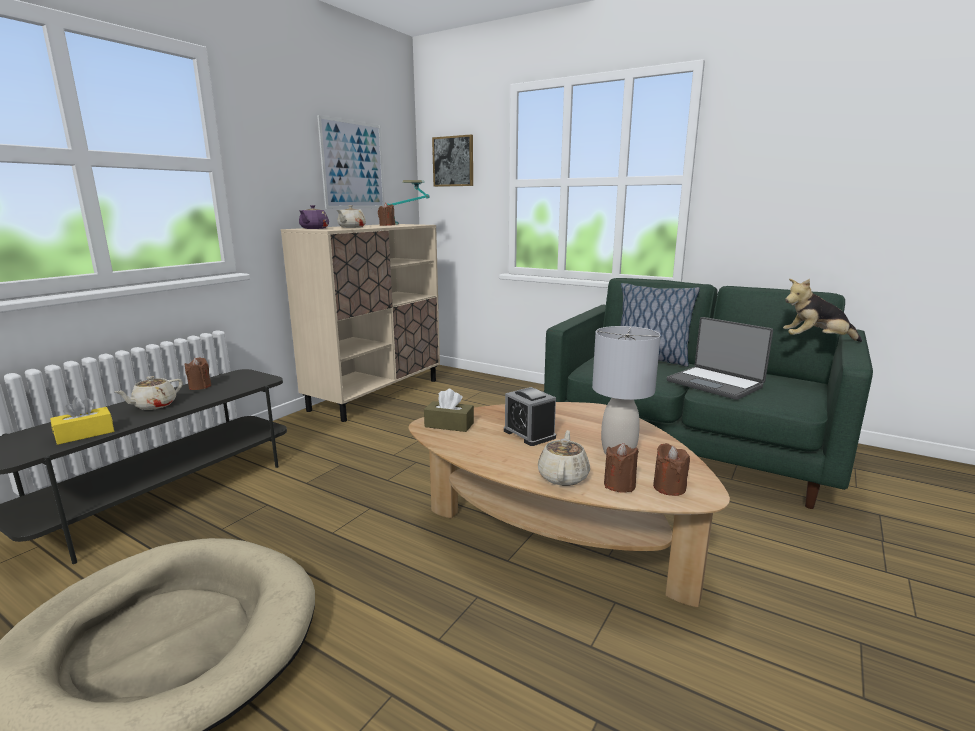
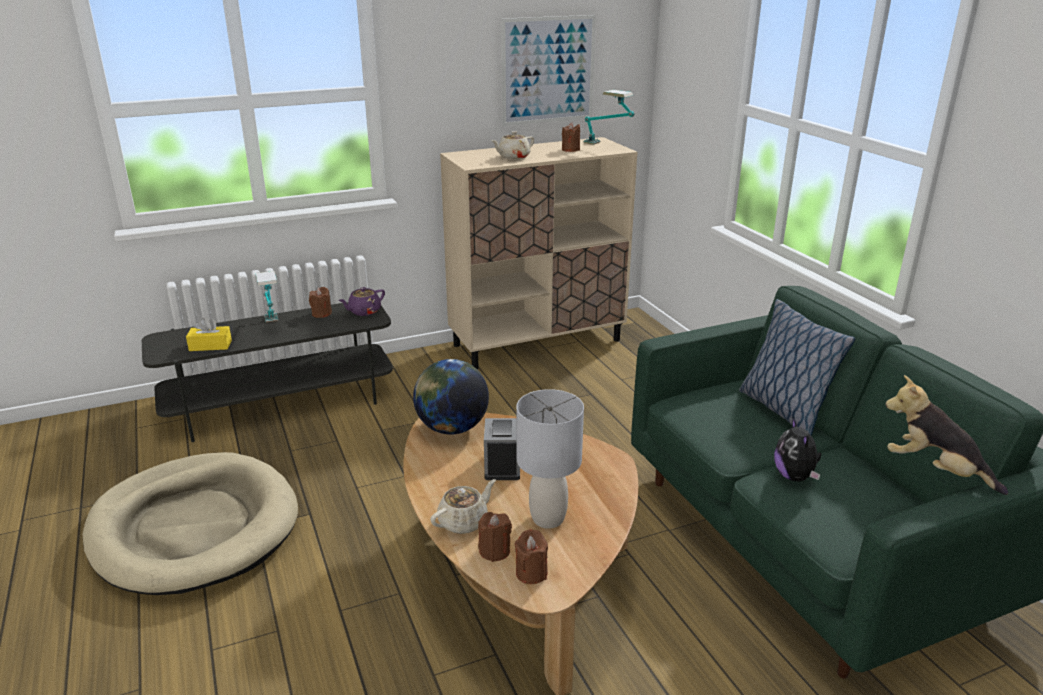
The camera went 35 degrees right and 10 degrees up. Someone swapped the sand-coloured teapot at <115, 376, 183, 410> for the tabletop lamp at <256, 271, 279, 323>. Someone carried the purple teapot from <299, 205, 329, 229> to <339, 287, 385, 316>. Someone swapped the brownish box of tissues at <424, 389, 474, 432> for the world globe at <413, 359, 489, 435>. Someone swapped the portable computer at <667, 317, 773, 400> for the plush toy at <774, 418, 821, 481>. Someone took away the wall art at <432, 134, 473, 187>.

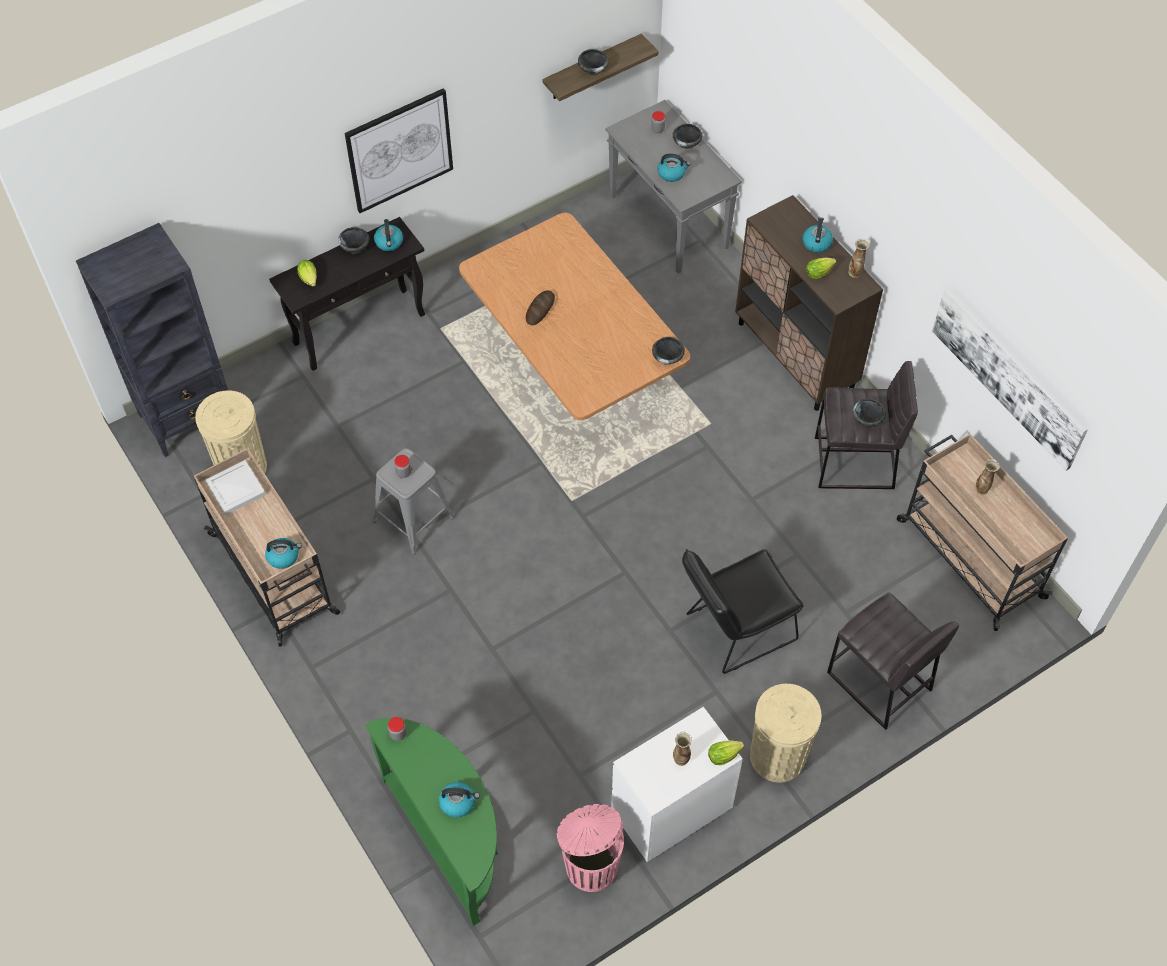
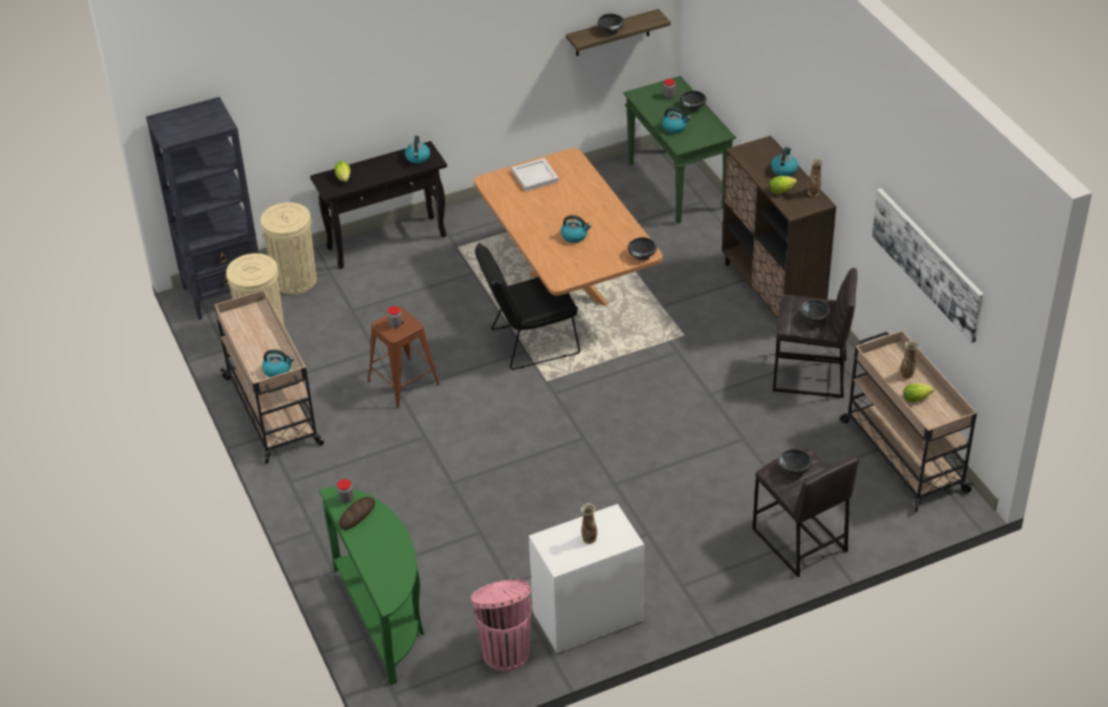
The camera went 10 degrees right and 15 degrees down. Someone carried the sand-coloured waste bin from <750, 684, 822, 783> to <261, 202, 317, 294>. Someone carried the baked bread from <526, 290, 555, 325> to <339, 497, 375, 530>. Someone repainted the gray stool seat at <373, 448, 454, 555>, which became the brownish stool seat at <368, 308, 440, 408>. Someone carried the blackish plain chair from <682, 549, 804, 674> to <475, 243, 580, 370>. Someone carried the white-coloured tray from <205, 460, 266, 515> to <511, 158, 559, 191>. Someone carried the tea kettle from <439, 782, 480, 818> to <561, 215, 591, 243>. Someone repainted the gray console table at <605, 100, 742, 274>, which became the green-coloured console table at <623, 76, 736, 224>. Someone carried the blackish serving bowl from <338, 227, 369, 254> to <779, 449, 812, 476>. Someone carried the head of lettuce from <708, 740, 744, 765> to <903, 384, 934, 403>. Someone took away the wall art at <344, 88, 453, 213>.

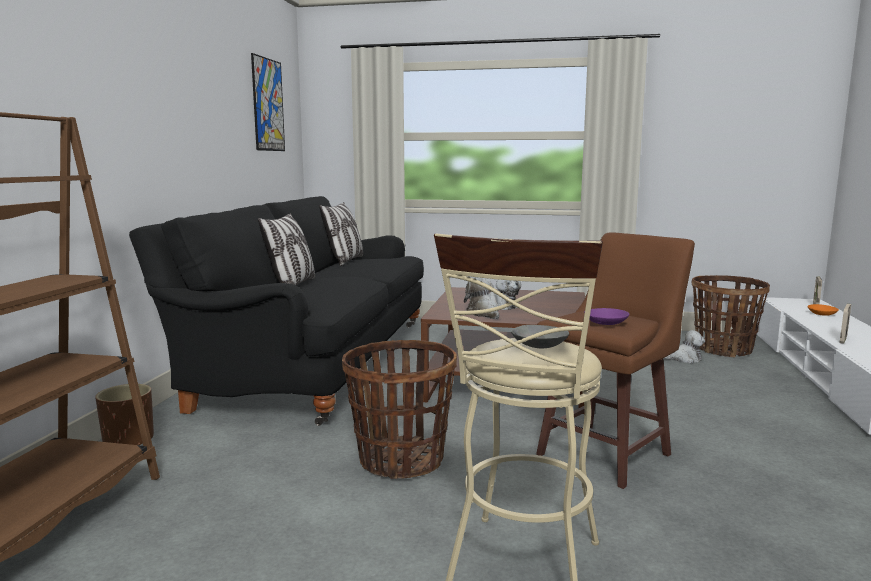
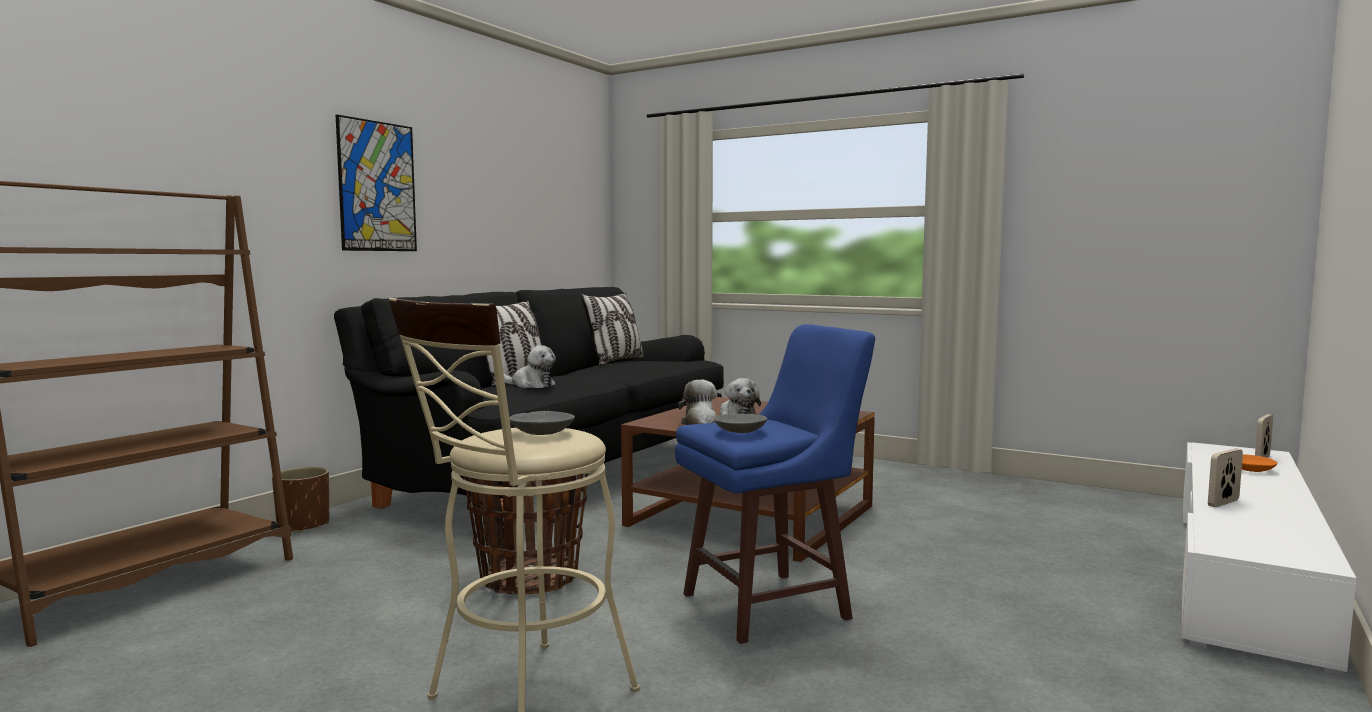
The camera went 20 degrees right and 5 degrees down. Someone carried the wall art from <251, 53, 285, 151> to <336, 115, 417, 251>. Someone carried the plush toy from <663, 330, 705, 363> to <504, 345, 556, 388>. Someone repainted the brownish stool seat at <536, 232, 695, 489>, which became the blue-coloured stool seat at <675, 324, 875, 644>. Someone repainted the purple serving bowl at <584, 308, 629, 325>, which became the gray serving bowl at <714, 414, 767, 433>. Someone took away the household basket at <692, 275, 770, 357>.

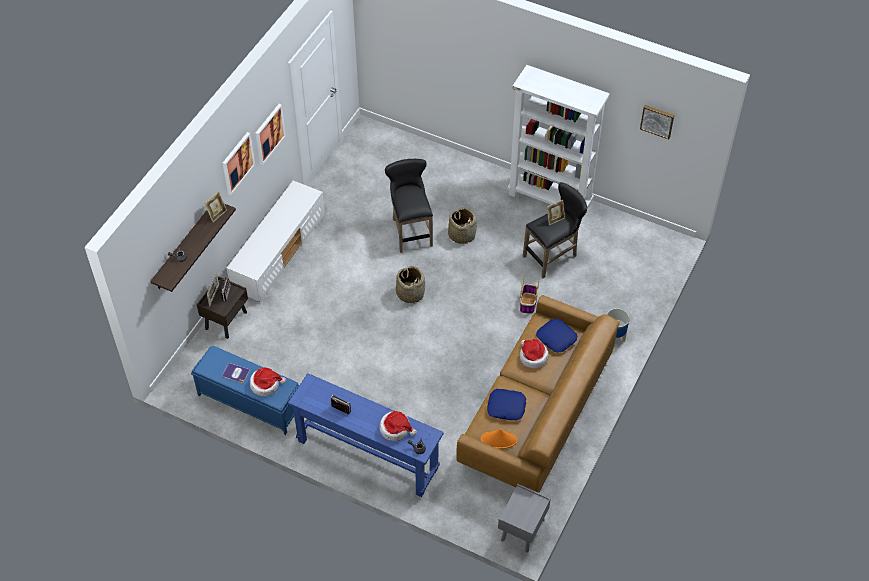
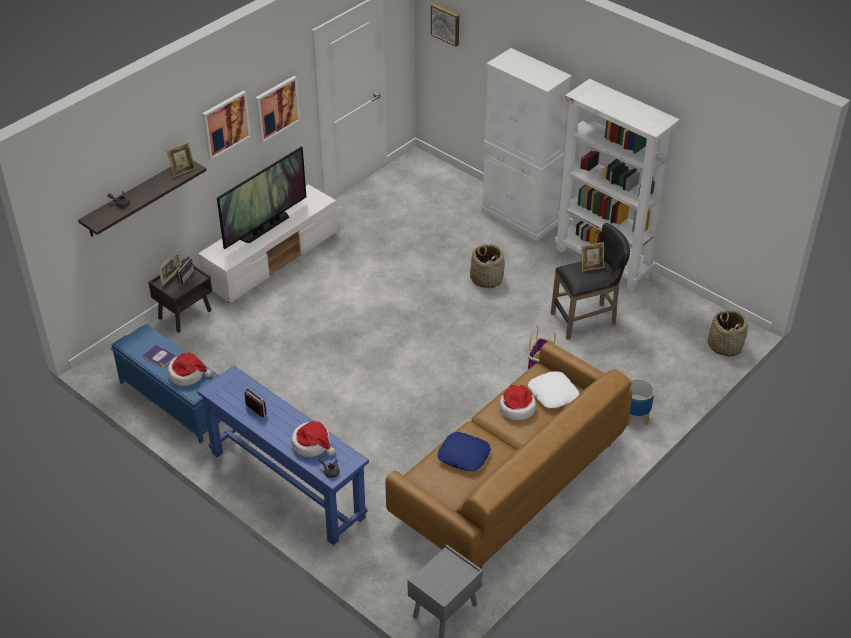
The camera went 15 degrees right and 10 degrees down. Someone put down the television at <217, 146, 306, 249>. Someone carried the wall art from <640, 105, 674, 139> to <431, 3, 459, 47>. Someone put down the white-coloured cupboard at <481, 48, 572, 241>. Someone repainted the blue-coloured pillow at <536, 319, 577, 353>, which became the white-coloured pillow at <528, 371, 579, 408>. Someone carried the household basket from <396, 266, 425, 304> to <708, 310, 748, 357>. Someone took away the blackish stool seat at <385, 159, 433, 253>. Someone took away the orange wearable hat at <481, 429, 517, 449>.

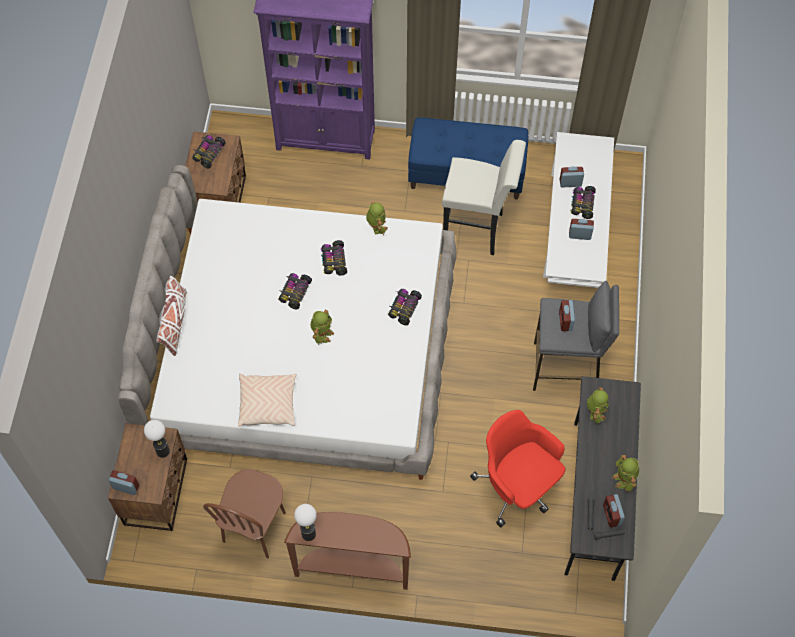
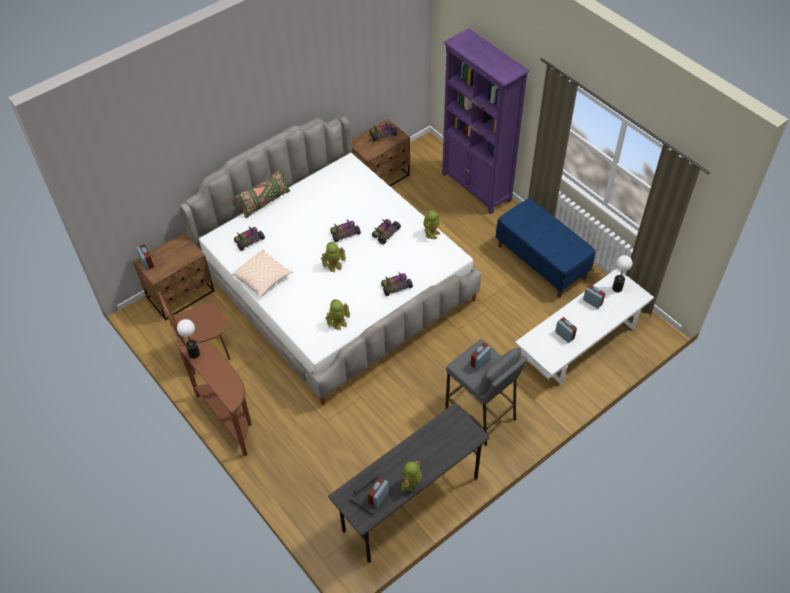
The camera went 45 degrees right and 10 degrees down. Someone carried the toy car from <571, 186, 596, 219> to <234, 227, 265, 251>. Someone repainted the white-coloured pillow at <156, 275, 187, 356>, which became the green-coloured pillow at <235, 170, 290, 218>. Someone carried the model robot from <587, 387, 609, 424> to <325, 299, 350, 331>. Someone carried the tabletop lamp from <144, 420, 170, 458> to <612, 255, 632, 292>. Someone took away the white-coloured stool seat at <442, 140, 526, 255>. Someone took away the red-coloured computer chair at <470, 410, 566, 527>.

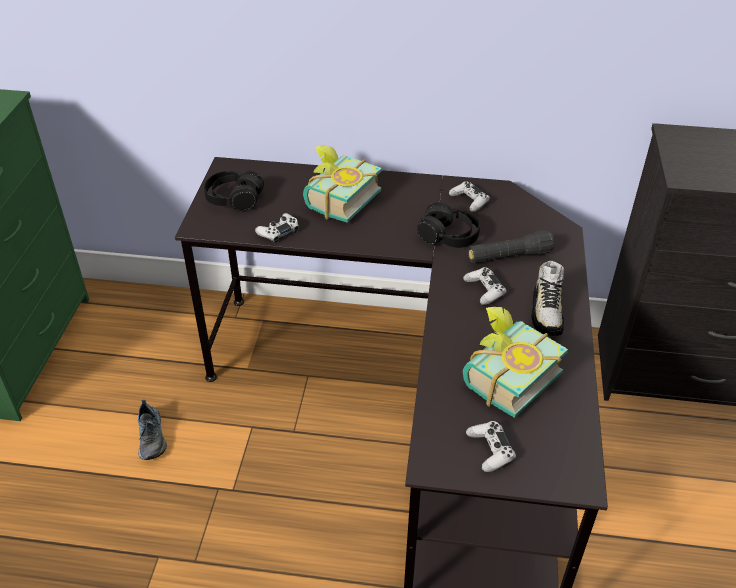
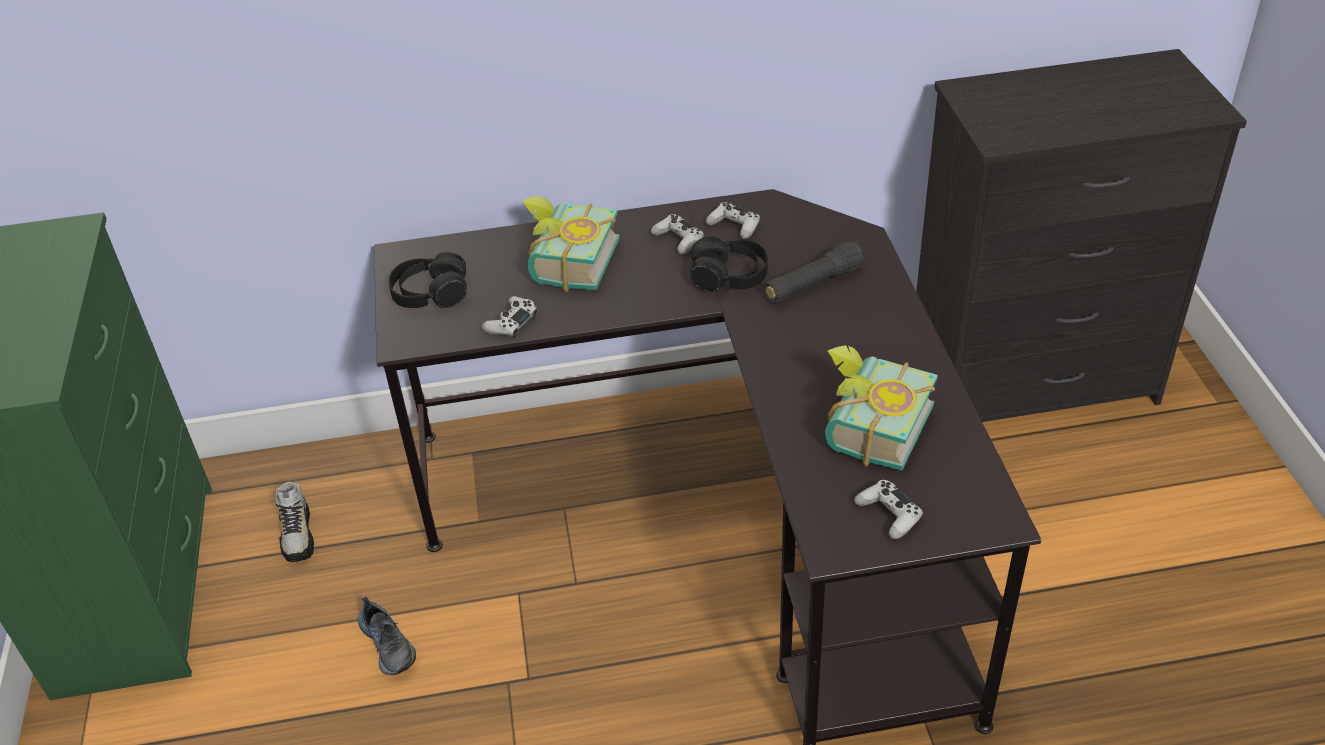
The camera went 15 degrees left and 0 degrees up. Someone carried the item of footwear from <532, 261, 564, 336> to <275, 482, 314, 562>. Someone carried the white-coloured gamepad from <463, 267, 506, 305> to <651, 214, 704, 254>.

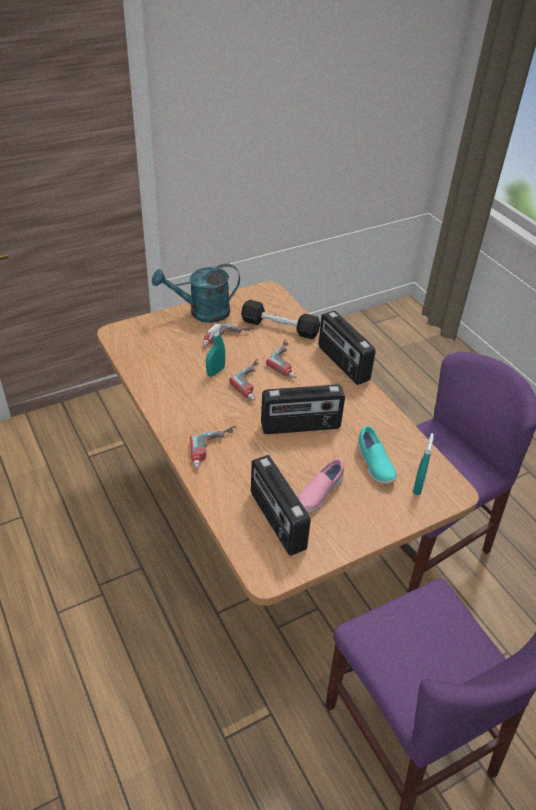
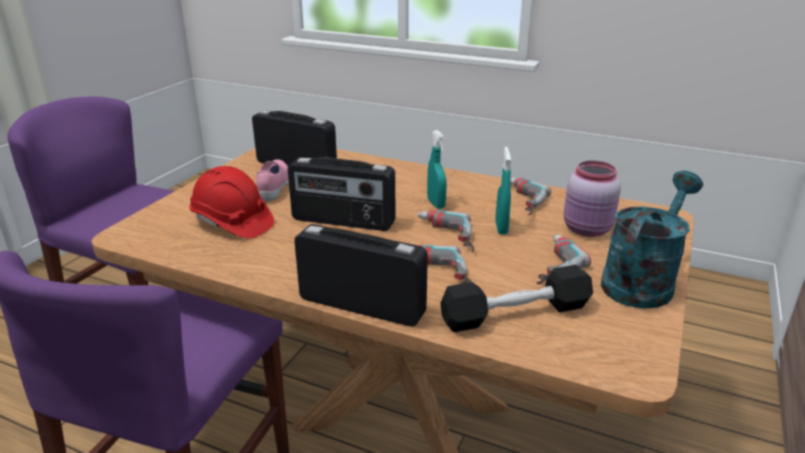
The camera went 145 degrees right and 15 degrees down. Someone swapped the turquoise item of footwear at <358, 426, 397, 484> for the red-coloured safety helmet at <190, 166, 274, 238>. Someone rotated the radio at <261, 384, 345, 434> by 120 degrees counterclockwise. Someone carried the turquoise sprayer from <413, 433, 434, 495> to <427, 130, 447, 209>. Someone carried the electric drill from <190, 426, 237, 469> to <511, 177, 551, 215>. Someone put down the pinkish jar at <563, 161, 621, 237>.

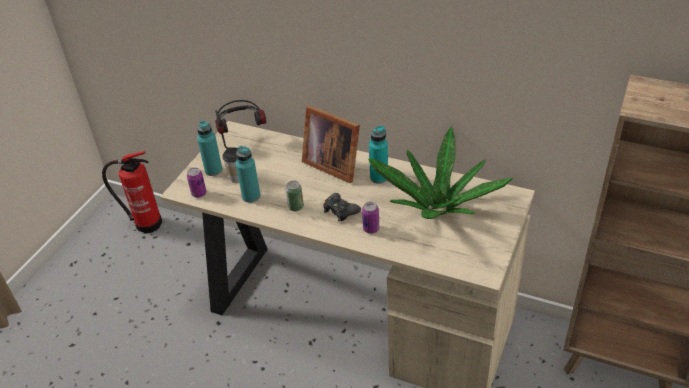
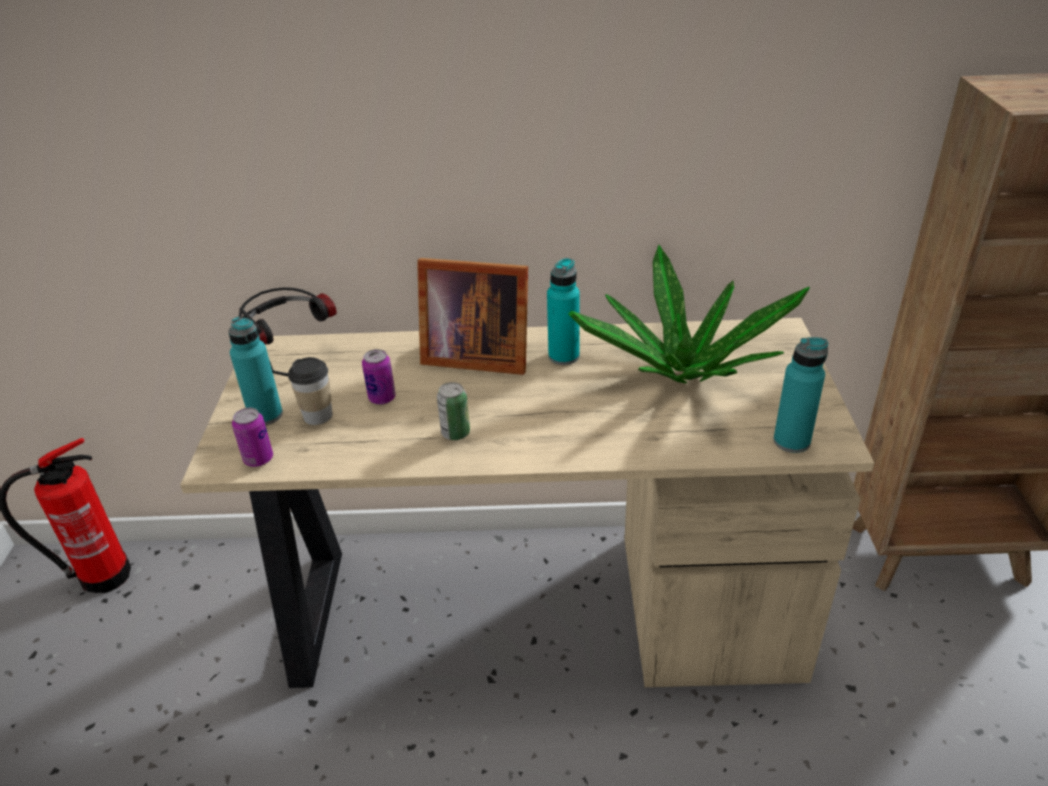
The camera went 25 degrees left and 5 degrees down. Someone carried the sealed can from <362, 202, 379, 234> to <362, 349, 396, 405>. Someone carried the turquoise beverage bottle from <236, 146, 261, 203> to <773, 337, 828, 453>. Someone took away the blackish gamepad at <323, 193, 361, 222>.

